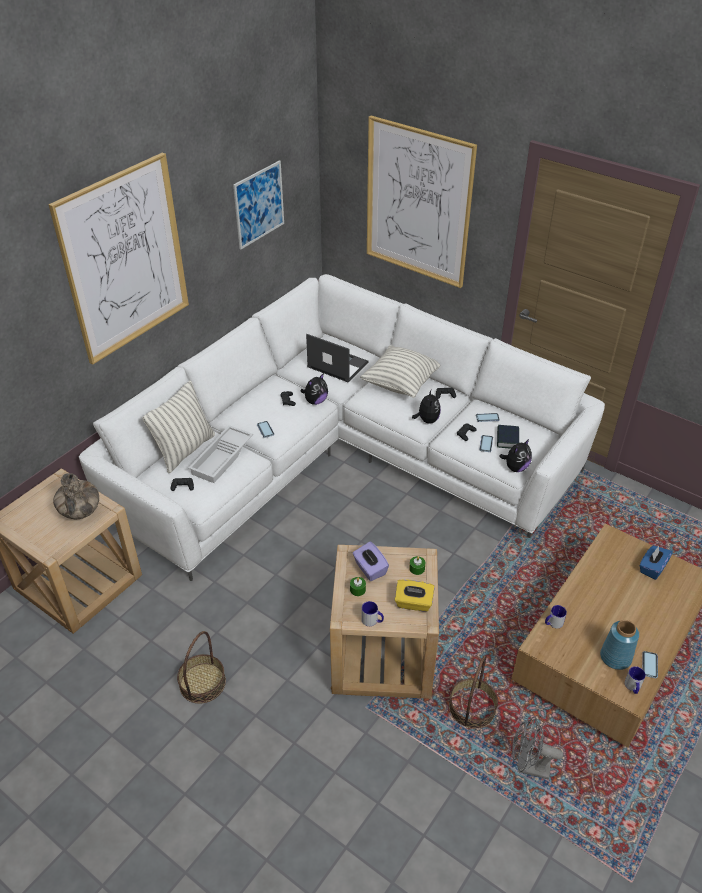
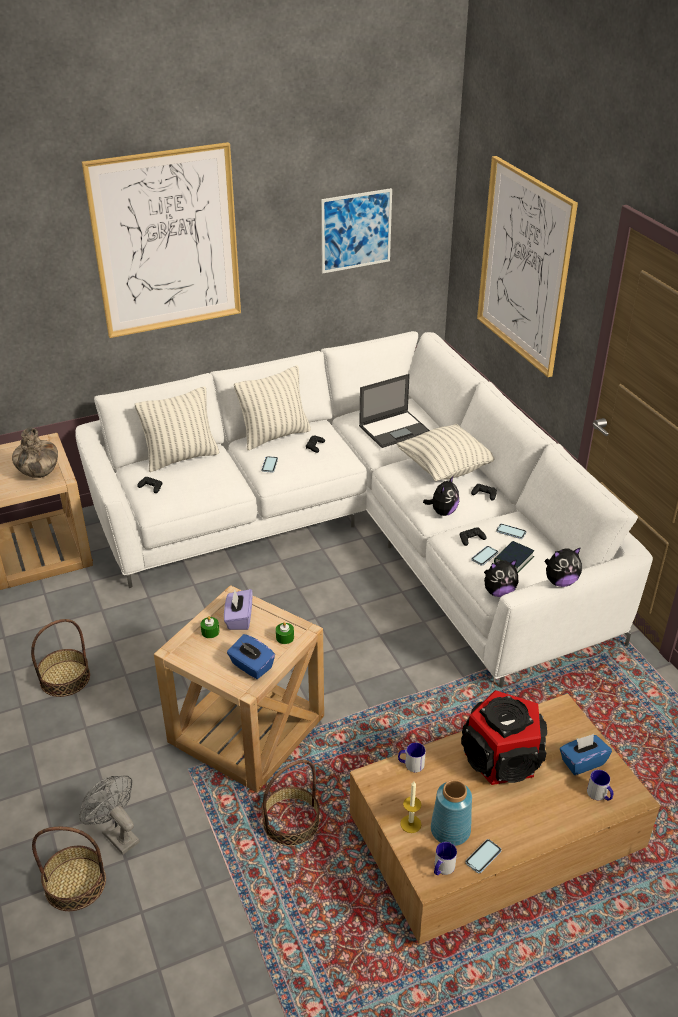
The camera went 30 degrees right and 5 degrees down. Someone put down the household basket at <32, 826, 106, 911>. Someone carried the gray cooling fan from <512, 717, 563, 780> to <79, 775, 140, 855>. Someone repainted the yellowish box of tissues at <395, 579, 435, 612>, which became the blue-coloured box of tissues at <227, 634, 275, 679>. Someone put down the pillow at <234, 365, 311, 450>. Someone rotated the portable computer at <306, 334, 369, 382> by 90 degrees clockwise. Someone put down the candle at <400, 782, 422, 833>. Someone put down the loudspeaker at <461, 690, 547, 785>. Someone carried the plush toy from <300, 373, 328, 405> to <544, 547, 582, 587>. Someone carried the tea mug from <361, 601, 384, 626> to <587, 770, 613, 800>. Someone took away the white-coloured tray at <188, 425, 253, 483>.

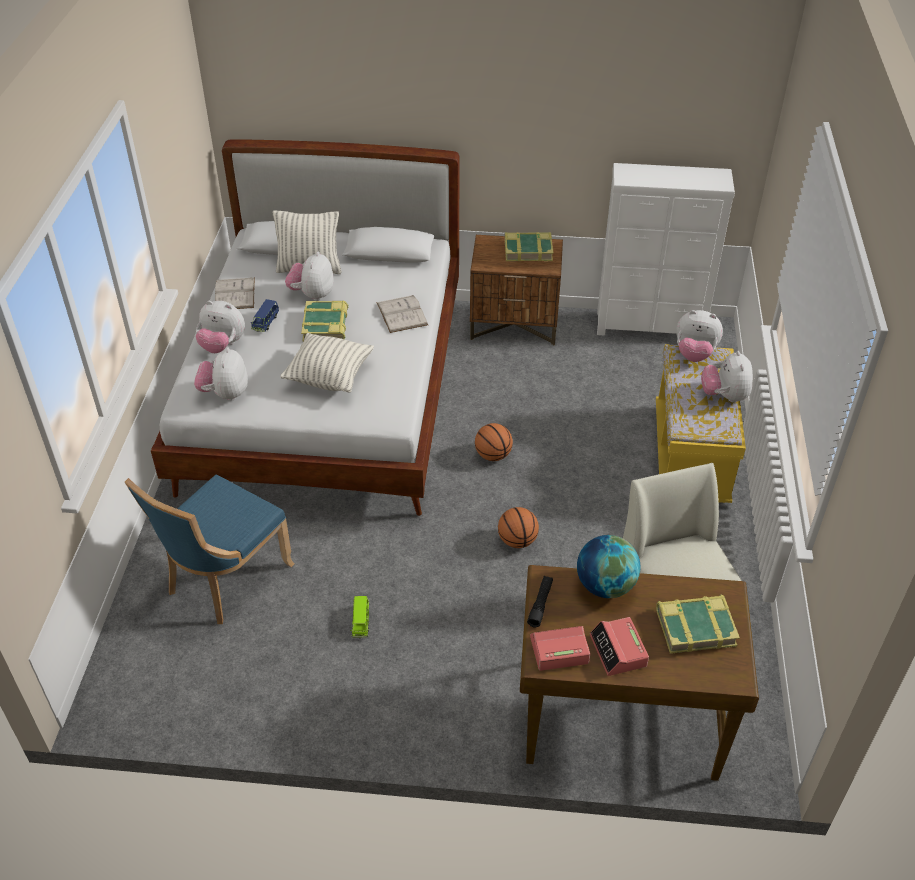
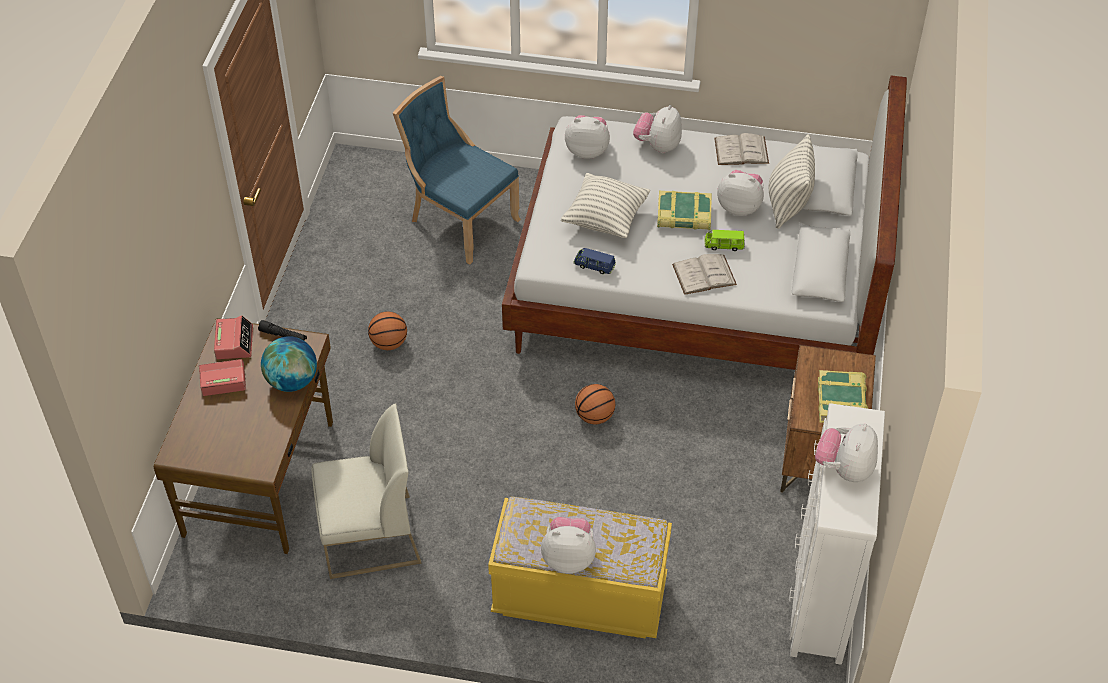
The camera went 95 degrees right and 5 degrees up. Someone carried the ball for basketball from <498, 507, 539, 548> to <368, 311, 407, 350>. Someone carried the blue-coloured toy car from <251, 299, 279, 332> to <573, 248, 616, 274>. Someone carried the green-coloured toy car from <350, 596, 370, 638> to <705, 230, 745, 251>. Someone carried the plush toy from <676, 310, 723, 362> to <815, 424, 878, 482>. Someone took away the bound book at <656, 595, 740, 654>.

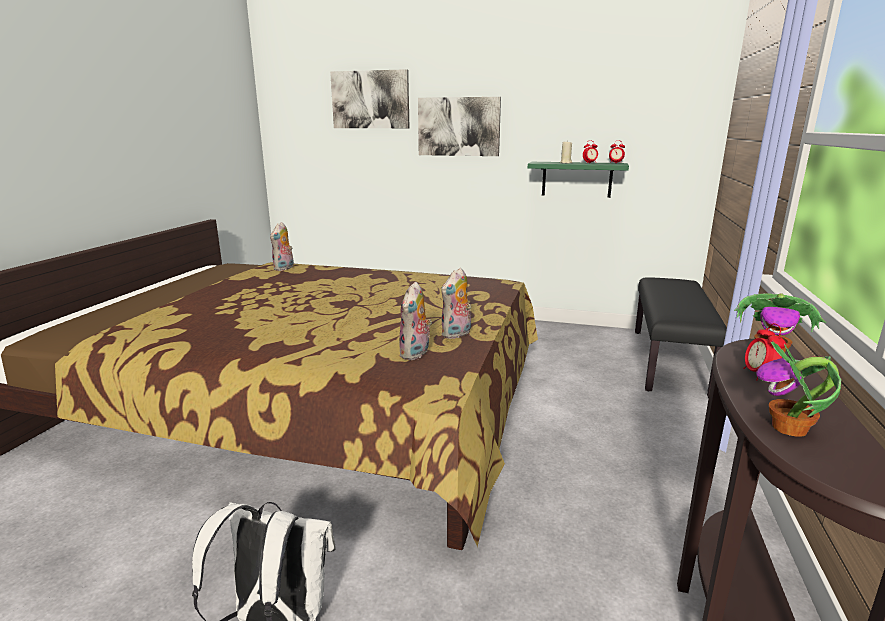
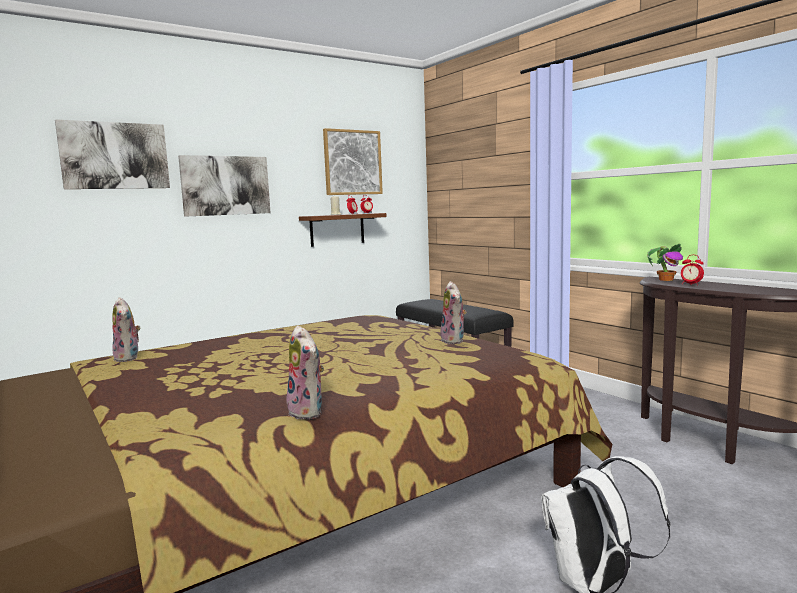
The camera went 50 degrees left and 10 degrees down. Someone carried the plush toy from <399, 281, 432, 360> to <286, 325, 324, 420>. Someone repainted the green-coloured bracket shelf at <528, 162, 629, 198>, which became the brownish bracket shelf at <299, 213, 387, 247>. Someone put up the wall art at <323, 128, 383, 195>. Someone took away the potted plant at <756, 341, 841, 437>.

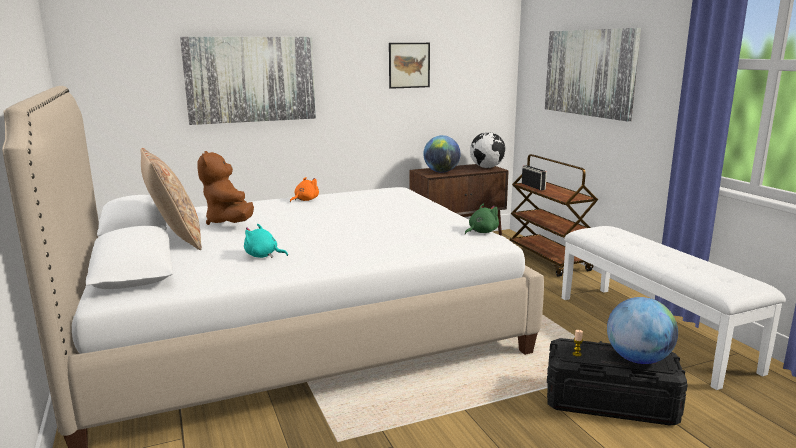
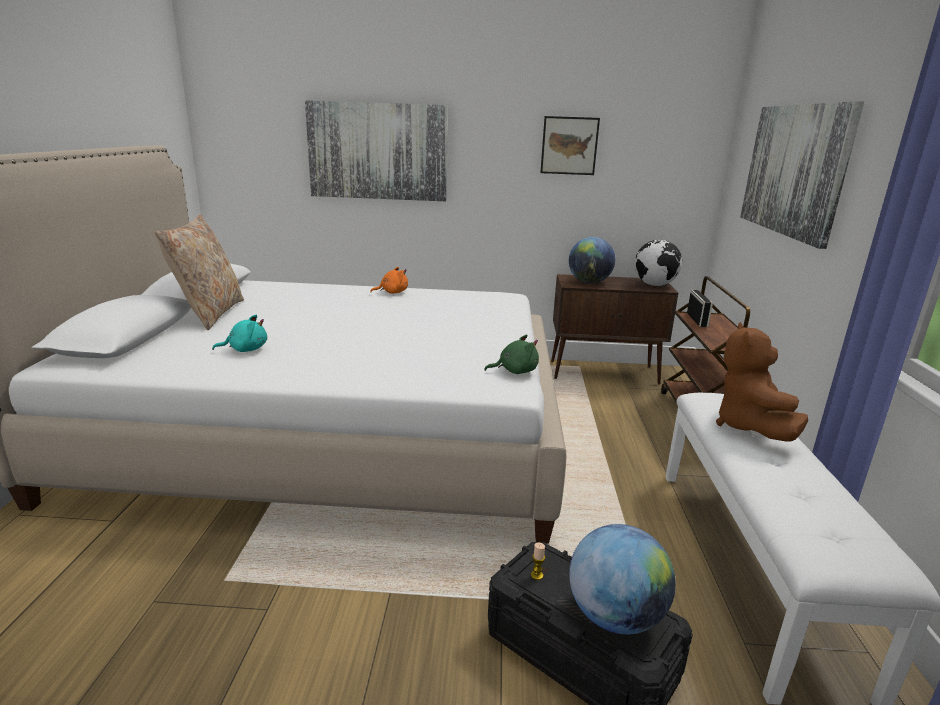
The camera went 25 degrees right and 5 degrees up. Someone rotated the turquoise plush toy at <244, 224, 288, 258> by 120 degrees clockwise. Someone carried the brownish plush toy from <197, 151, 254, 225> to <716, 322, 808, 442>.

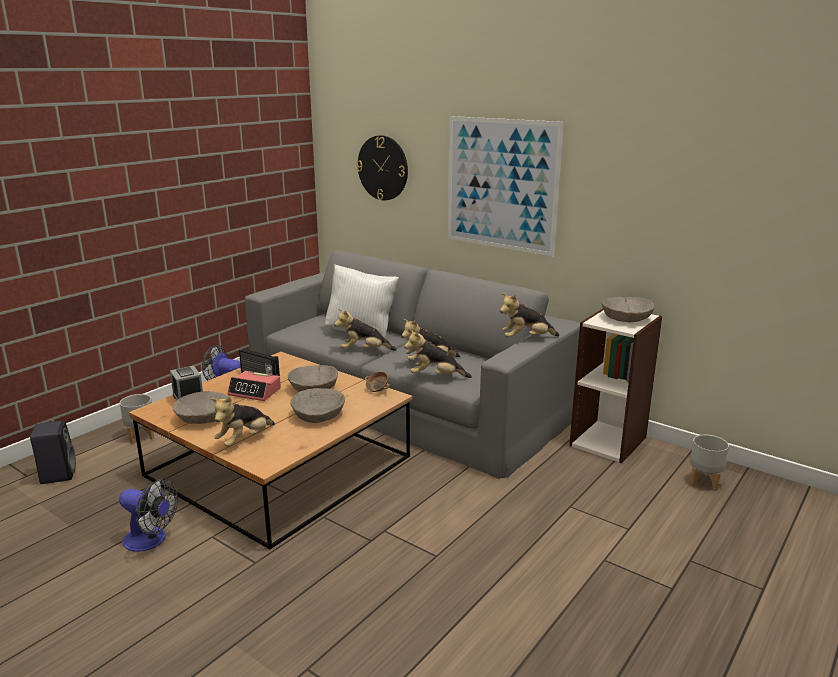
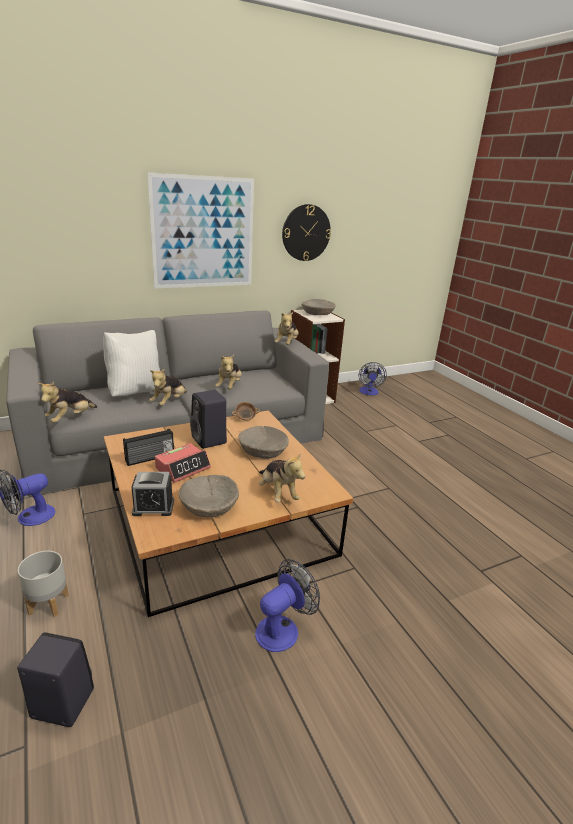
The camera went 65 degrees left and 5 degrees up. Someone carried the plush toy from <404, 329, 472, 378> to <38, 382, 97, 423>. Someone swapped the sand-coloured serving bowl at <288, 365, 338, 392> for the blackish loudspeaker at <190, 390, 227, 449>. Someone carried the hanging clock from <356, 135, 408, 201> to <282, 204, 331, 261>. Someone swapped the gray planter at <690, 435, 729, 491> for the cooling fan at <359, 362, 387, 395>.

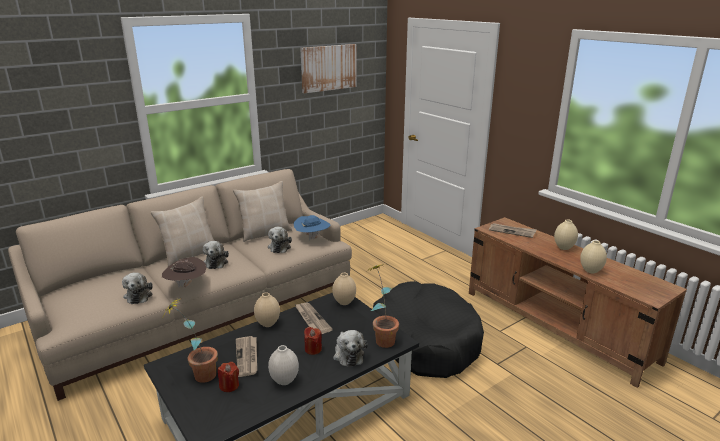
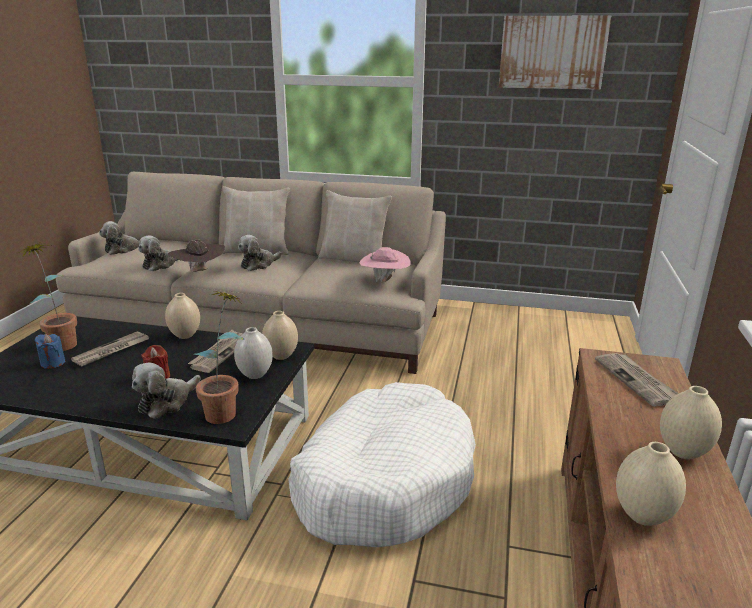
The camera went 50 degrees right and 0 degrees up. Someone repainted the red-coloured candle at <218, 362, 239, 392>, which became the blue-coloured candle at <35, 334, 65, 369>. Someone carried the plush toy from <268, 226, 292, 253> to <99, 221, 140, 255>. Someone carried the white-coloured flower vase from <268, 345, 299, 385> to <234, 327, 273, 379>. Someone repainted the blackish pet bed at <373, 281, 484, 378>, which became the white-coloured pet bed at <288, 382, 476, 547>. Someone repainted the blue-coloured wearable hat at <294, 215, 331, 241>, which became the pinkish wearable hat at <360, 247, 411, 282>.

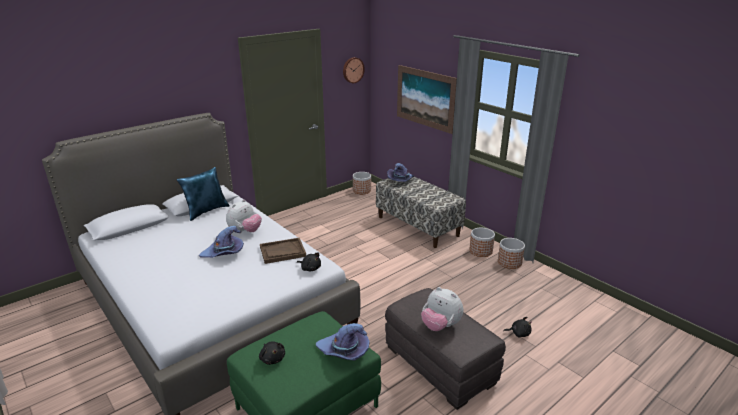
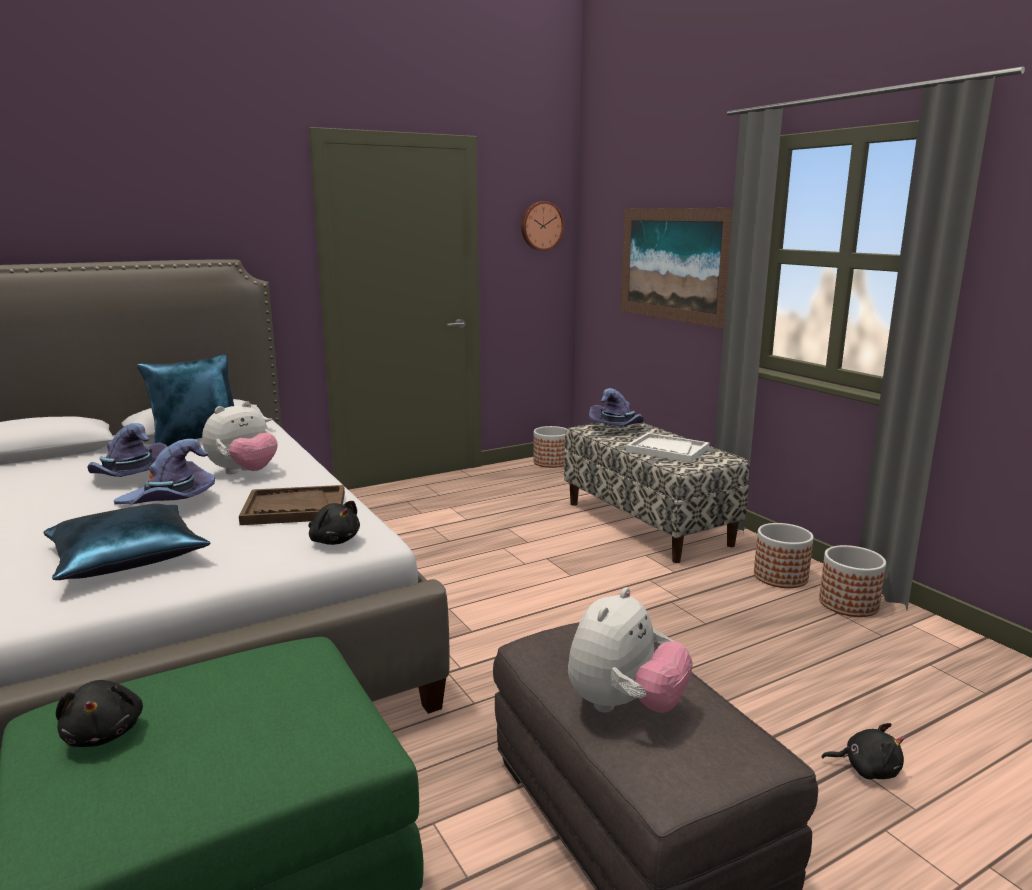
The camera went 10 degrees right and 10 degrees down. Someone put down the blue-coloured pillow at <43, 504, 211, 580>. Someone carried the purple wearable hat from <316, 323, 370, 361> to <87, 423, 167, 477>. Someone rotated the plush toy at <421, 287, 463, 331> by 105 degrees counterclockwise. Someone put down the white-coloured tray at <626, 433, 709, 463>.

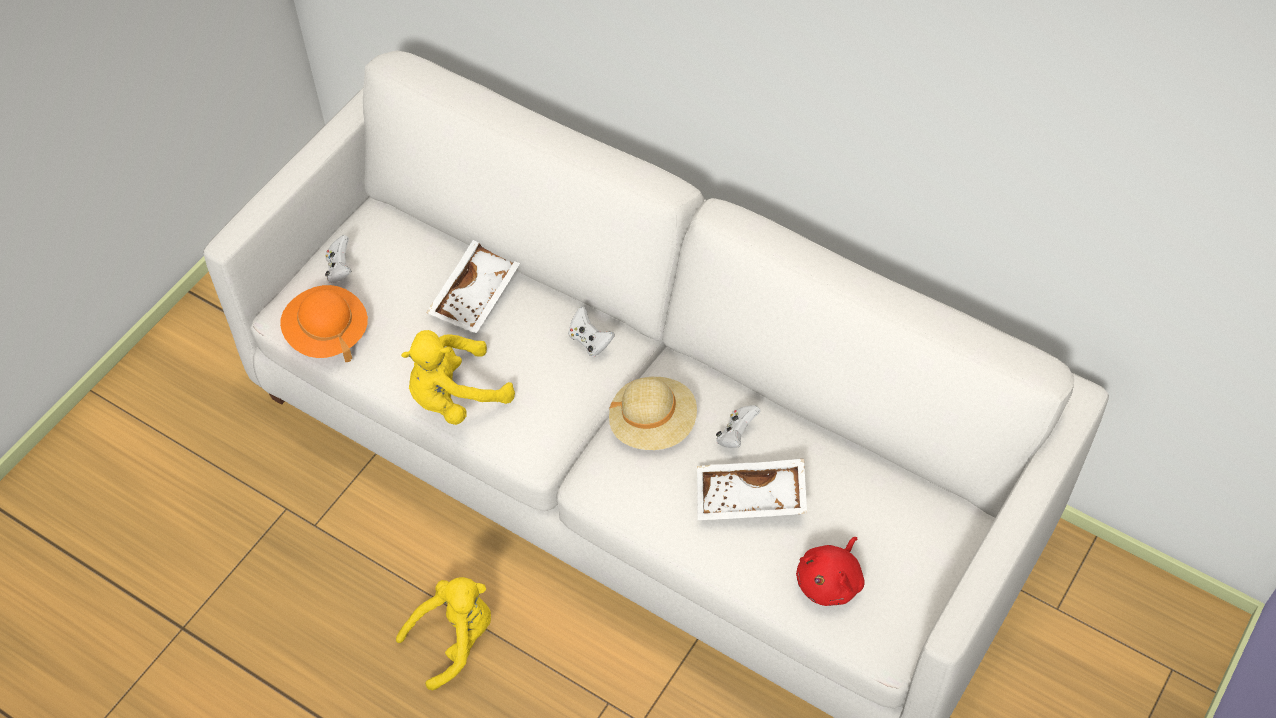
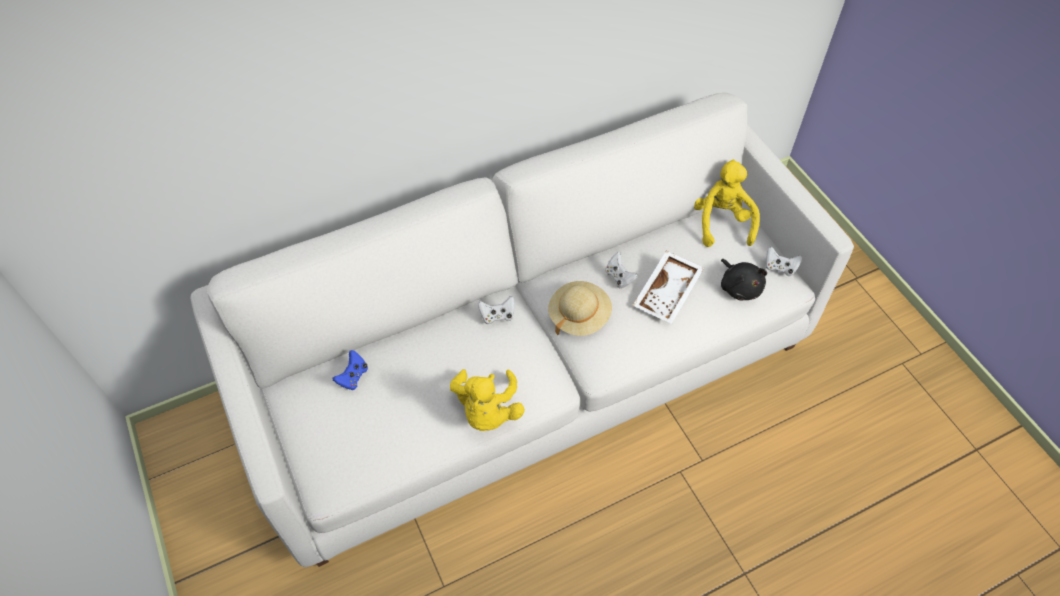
The camera went 60 degrees left and 0 degrees up. Someone put down the blue-coloured gamepad at <332, 350, 368, 390>. Someone carried the yellowish plush toy from <396, 577, 491, 690> to <694, 159, 760, 247>. Someone repainted the red-coloured plush toy at <796, 537, 865, 606>, which became the blackish plush toy at <721, 259, 767, 300>. Someone carried the white-coloured gamepad from <325, 235, 352, 283> to <766, 246, 802, 276>. Someone took away the orange wearable hat at <280, 285, 368, 362>. Someone took away the white-coloured tray at <426, 240, 520, 333>.

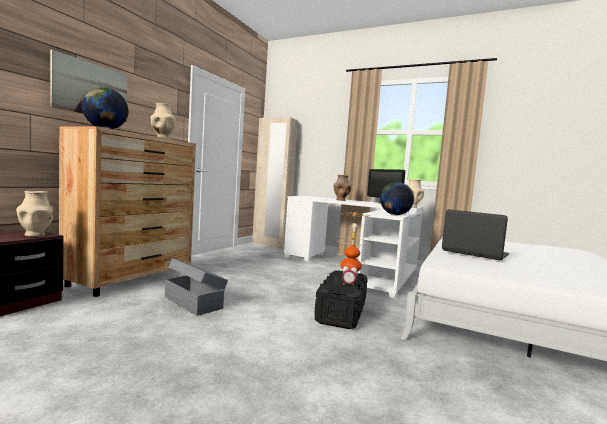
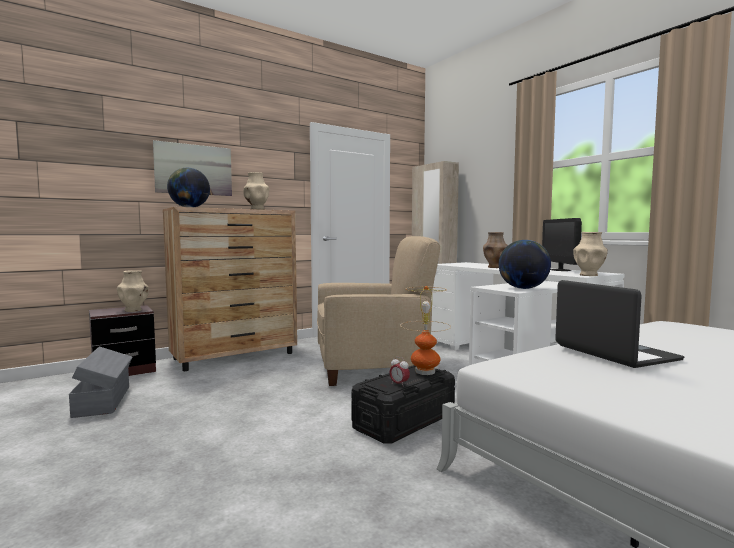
The camera went 30 degrees right and 0 degrees up. Someone carried the gray storage container from <165, 258, 228, 316> to <69, 346, 132, 418>. Someone put down the sand-coloured easy chair at <317, 236, 440, 386>.

